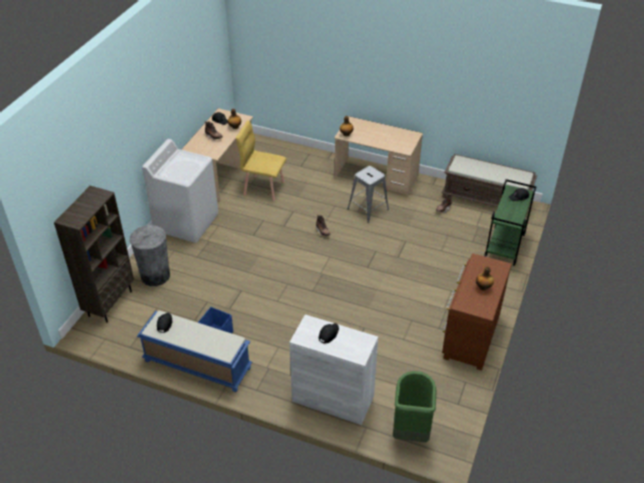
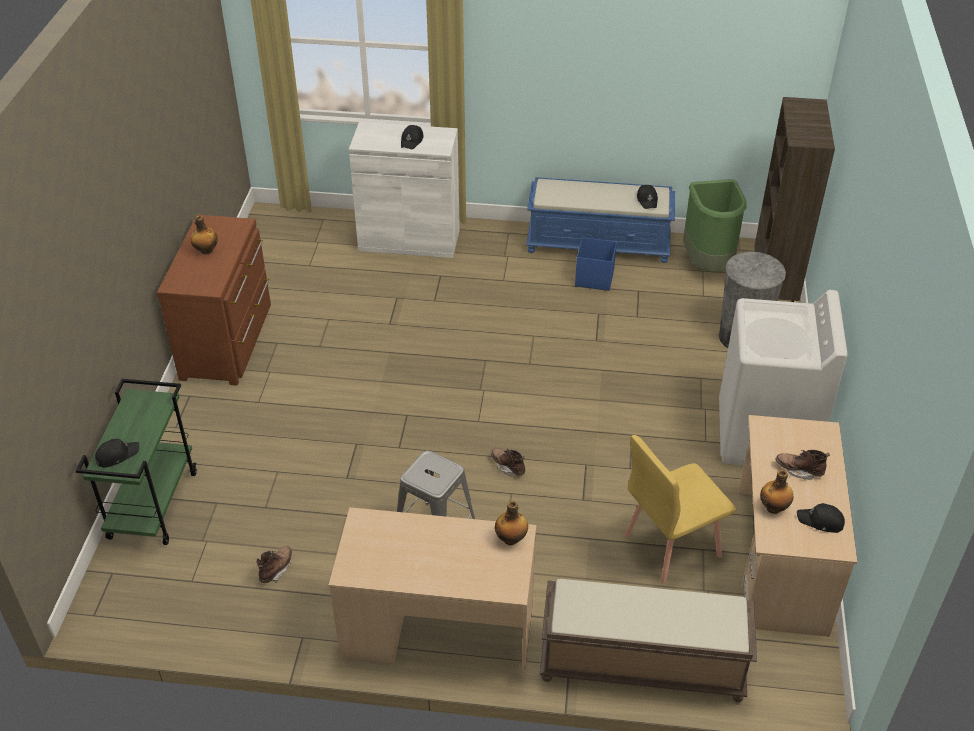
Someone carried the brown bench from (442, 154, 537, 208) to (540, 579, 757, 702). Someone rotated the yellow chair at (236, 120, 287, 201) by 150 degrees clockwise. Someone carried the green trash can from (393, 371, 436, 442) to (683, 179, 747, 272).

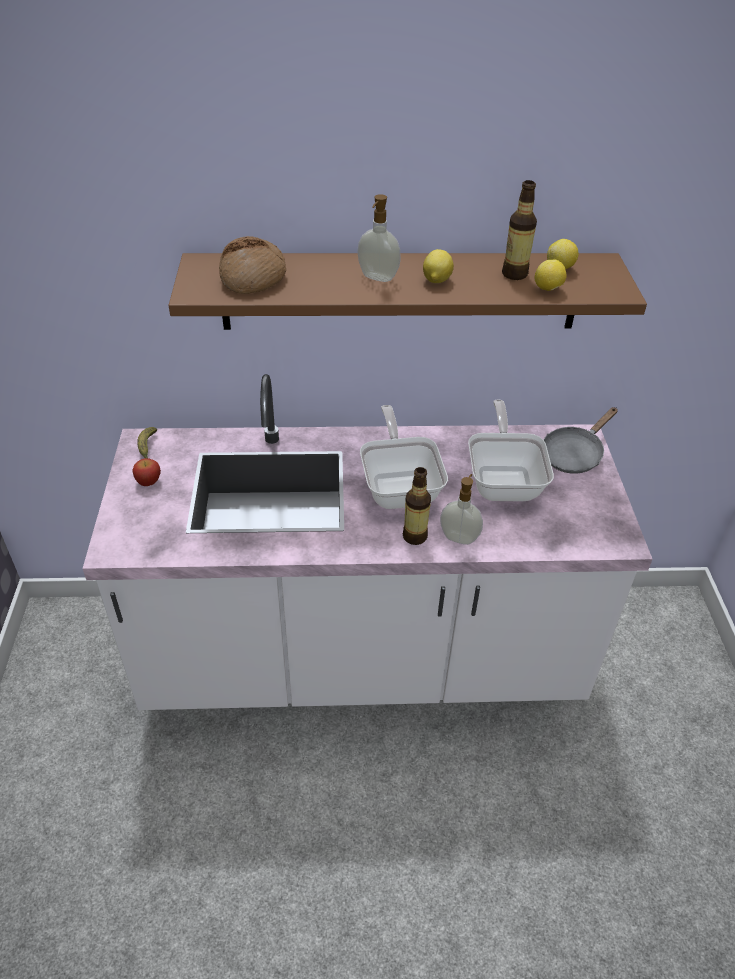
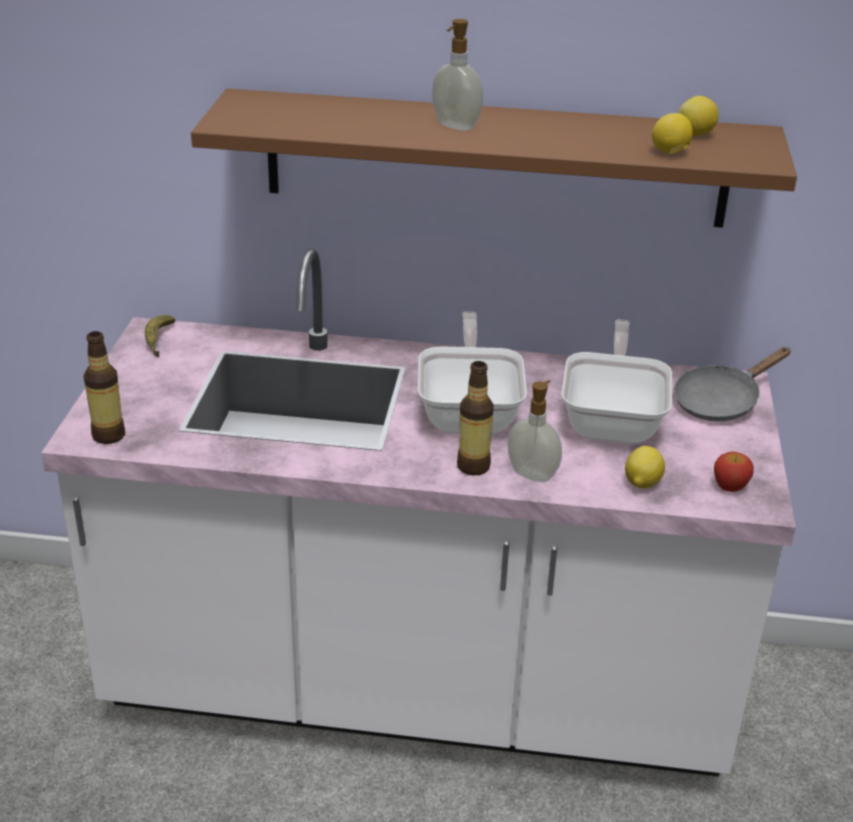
Someone carried the bottle from (502, 180, 537, 280) to (84, 331, 125, 444). Someone carried the lemon from (423, 249, 454, 283) to (625, 446, 665, 488). Someone carried the apple from (132, 458, 161, 486) to (714, 452, 754, 492). Someone took away the bread at (219, 236, 286, 294).

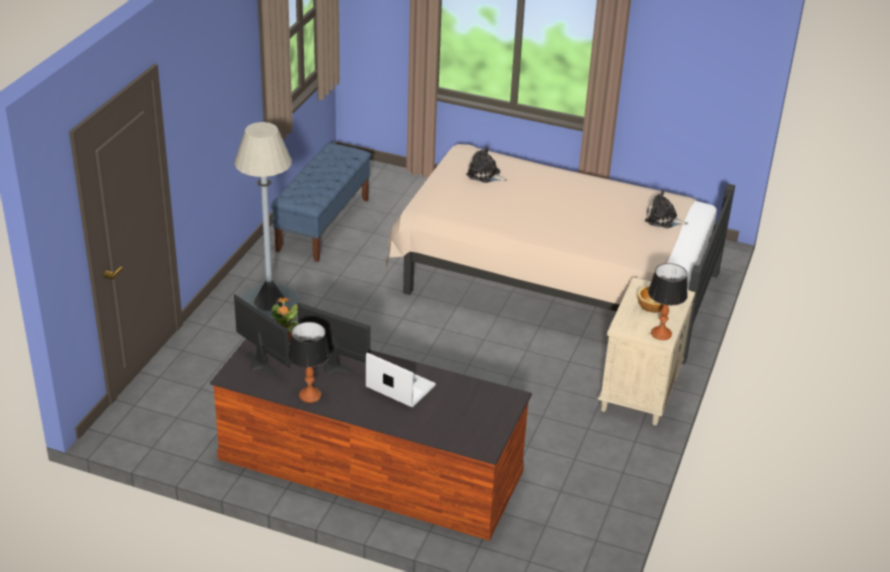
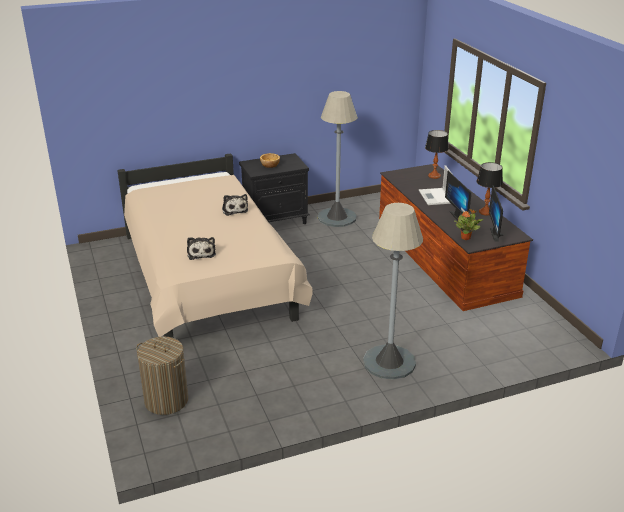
Someone put down the laundry basket at (136, 337, 188, 415). Someone carried the plush toy from (645, 189, 688, 228) to (222, 194, 248, 216). Someone repainted the beige nightstand at (598, 277, 695, 426), which became the black nightstand at (239, 153, 310, 224). Someone put down the grey floor lamp at (318, 91, 357, 227). Someone carried the table lamp from (648, 263, 688, 340) to (425, 130, 449, 179). Someone took away the blue bench at (271, 143, 371, 262).

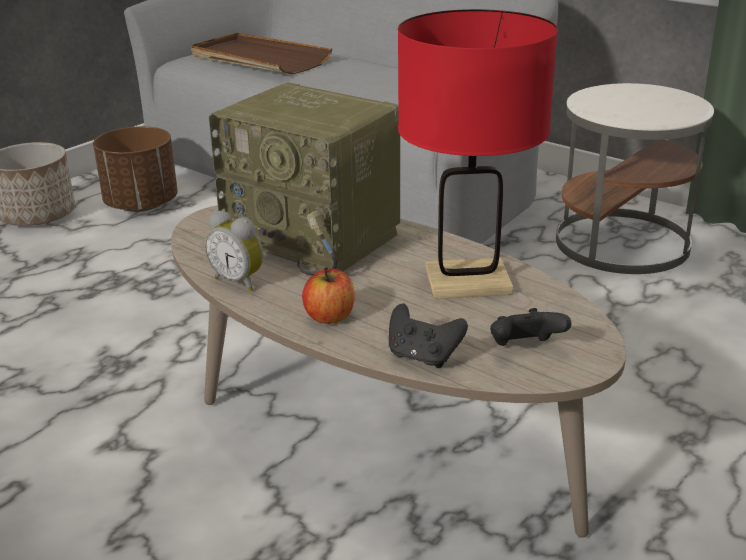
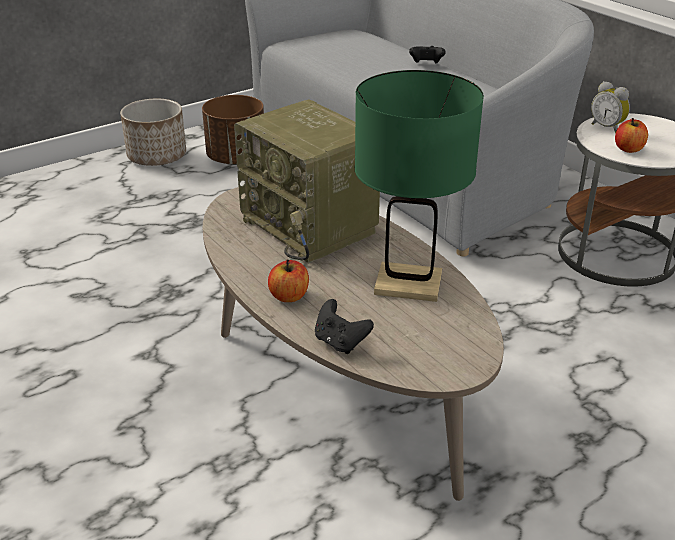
Someone repainted the red table lamp at (398, 9, 558, 299), which became the green table lamp at (355, 70, 484, 302). Someone carried the black game controller from (490, 308, 571, 346) to (409, 46, 446, 63). Someone carried the alarm clock from (205, 210, 263, 291) to (591, 81, 630, 133). Someone put down the apple at (615, 118, 648, 153). Someone took away the brown tray at (191, 33, 332, 74).

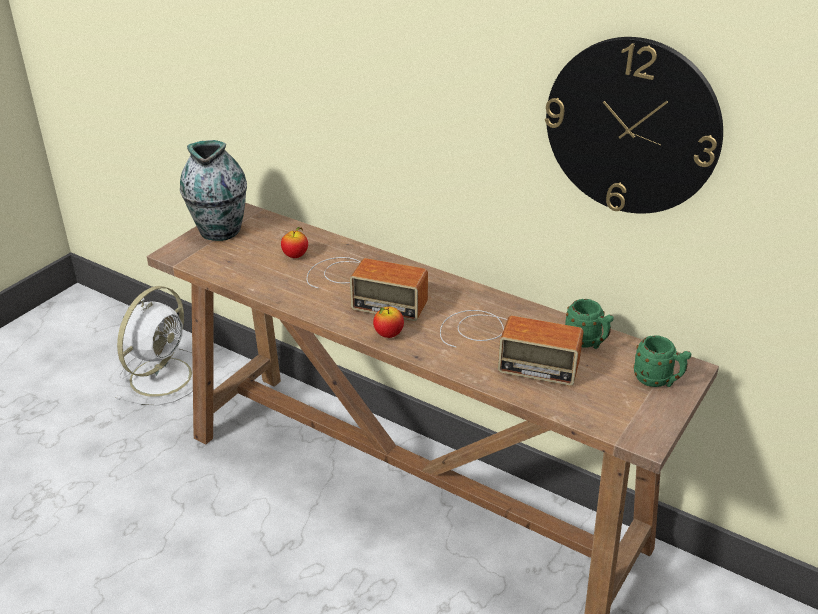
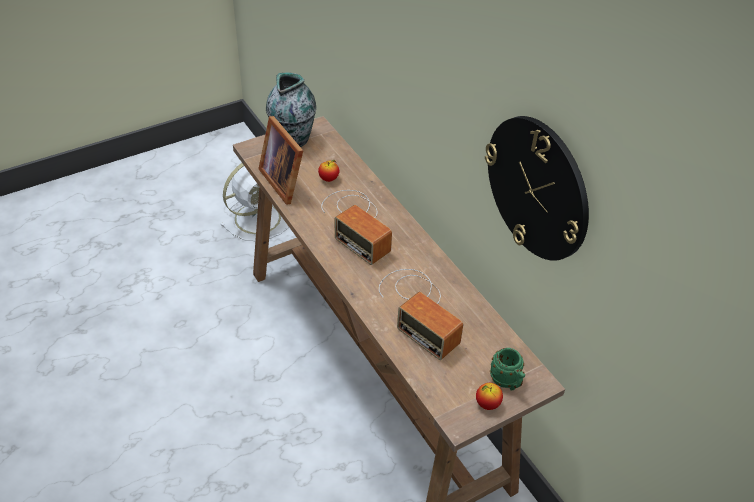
Someone put down the picture frame at (258, 116, 303, 205). Someone carried the apple from (373, 307, 404, 338) to (476, 383, 503, 410). Someone took away the green mug at (565, 299, 614, 349).

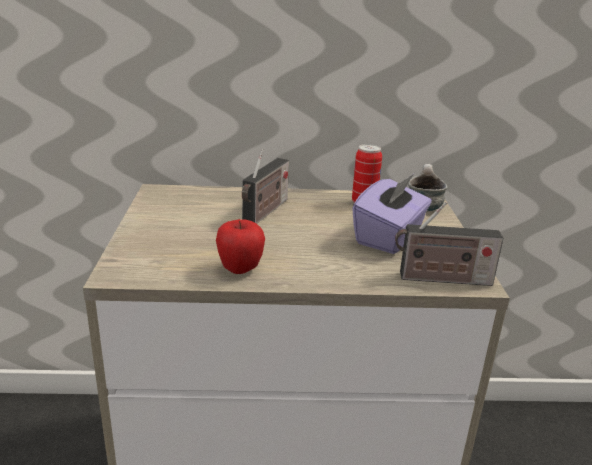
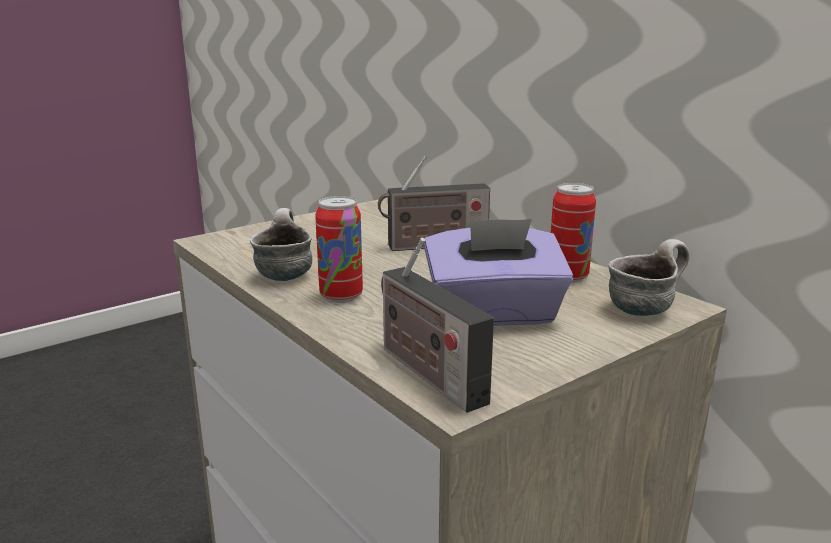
Someone swapped the apple at (216, 219, 265, 274) for the mug at (250, 208, 312, 281). Someone put down the can at (315, 196, 363, 303).

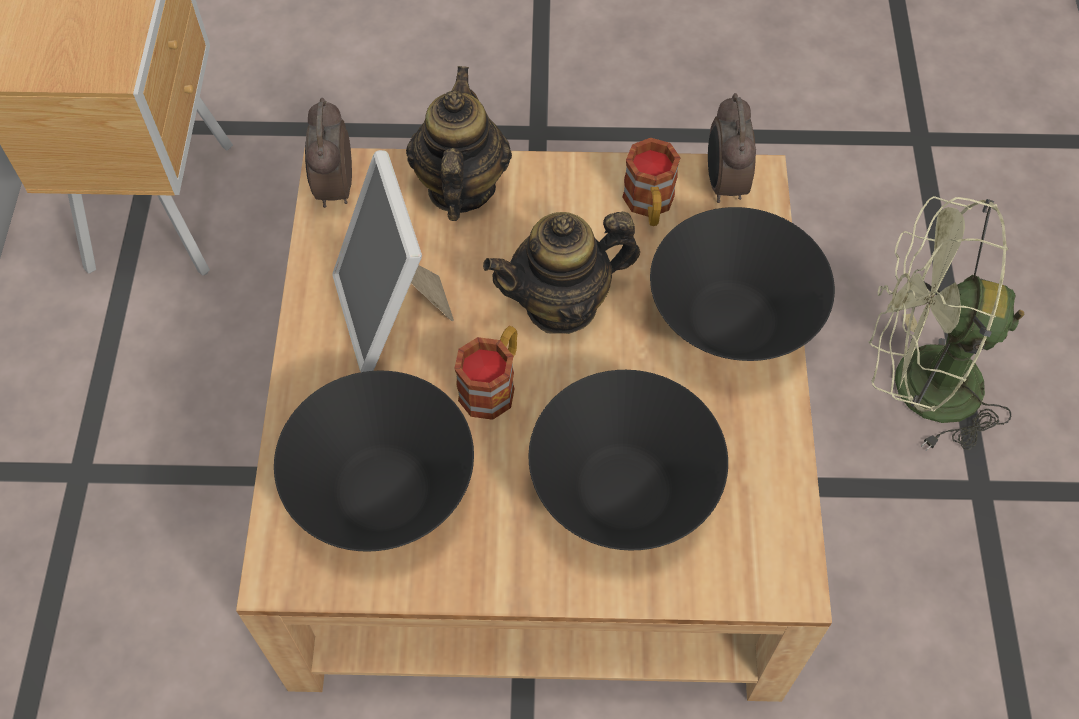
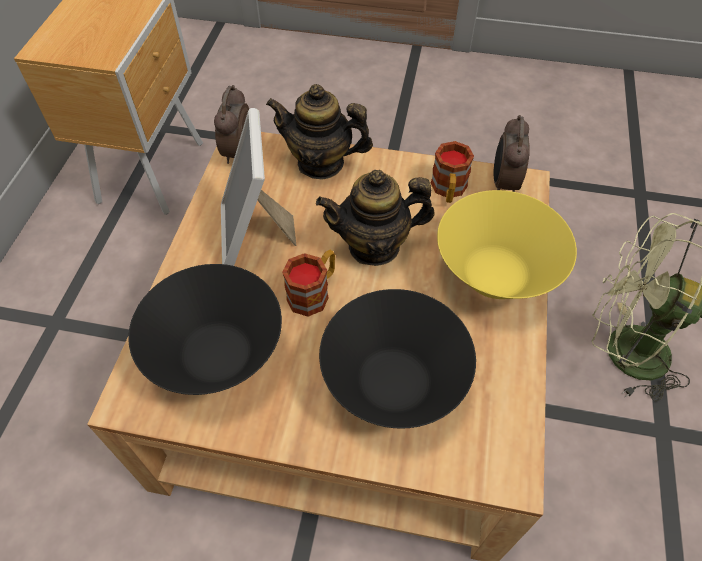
Someone rotated the teapot at (406, 66, 512, 221) by 90 degrees counterclockwise. Someone repainted the black bowl at (650, 207, 835, 361), which became the yellow bowl at (437, 190, 577, 299).

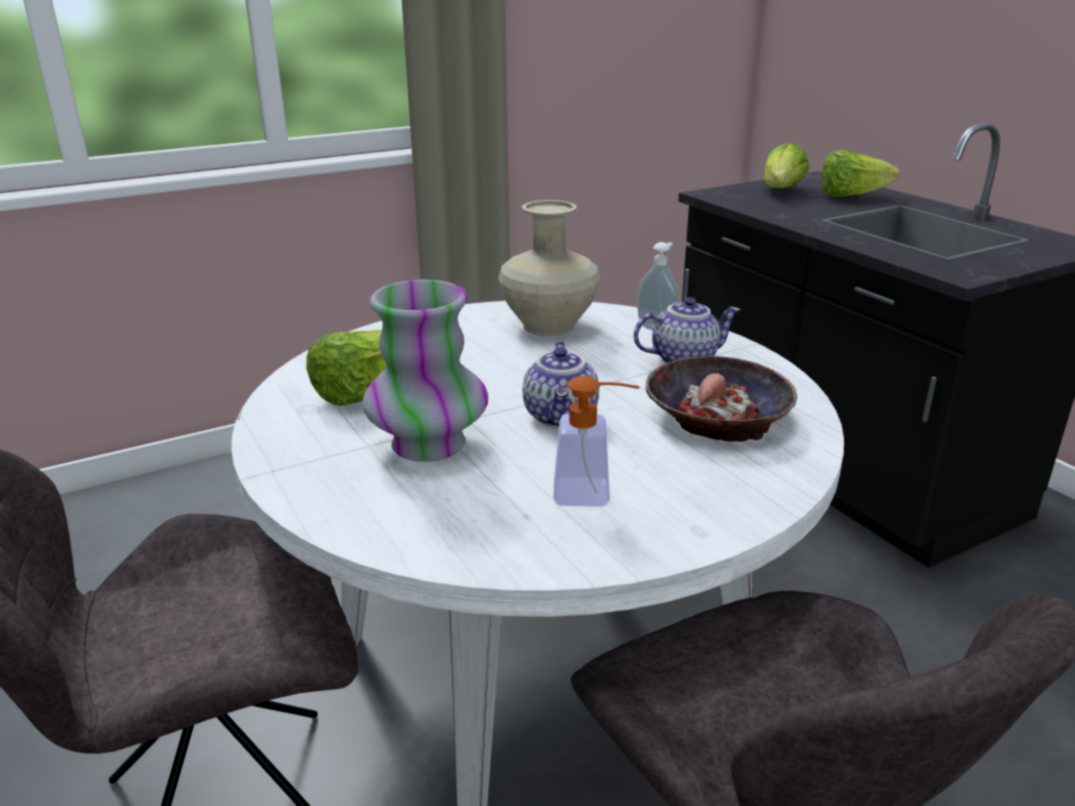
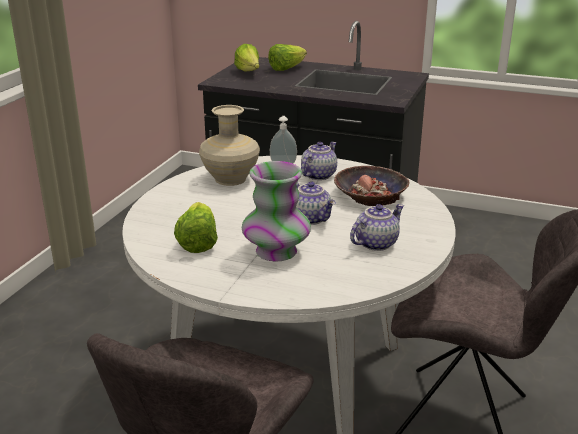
Someone swapped the soap dispenser at (553, 376, 640, 507) for the teapot at (350, 204, 404, 251).

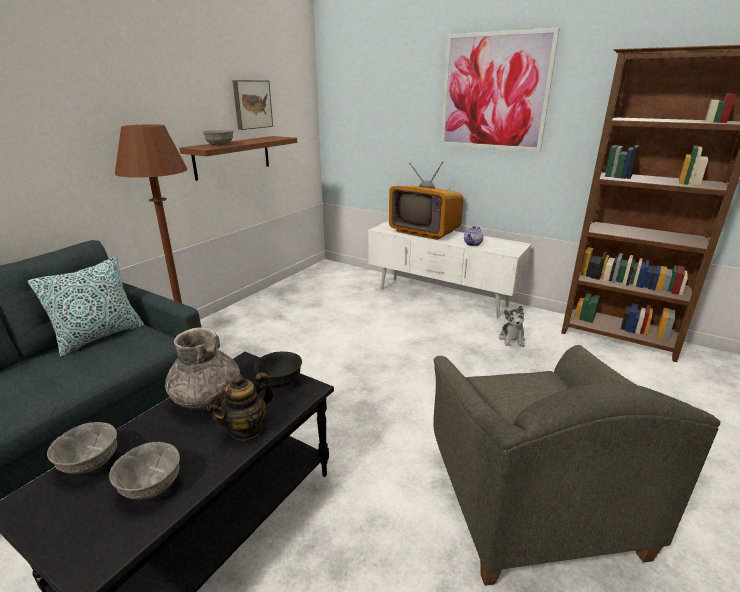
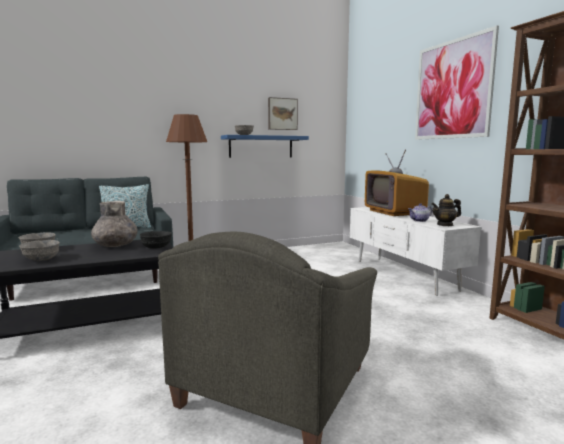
Someone repainted the brown shelf at (179, 136, 297, 181), which became the blue shelf at (221, 135, 309, 158). Someone carried the teapot from (207, 372, 274, 441) to (431, 194, 461, 226). Someone took away the plush toy at (499, 305, 525, 347).

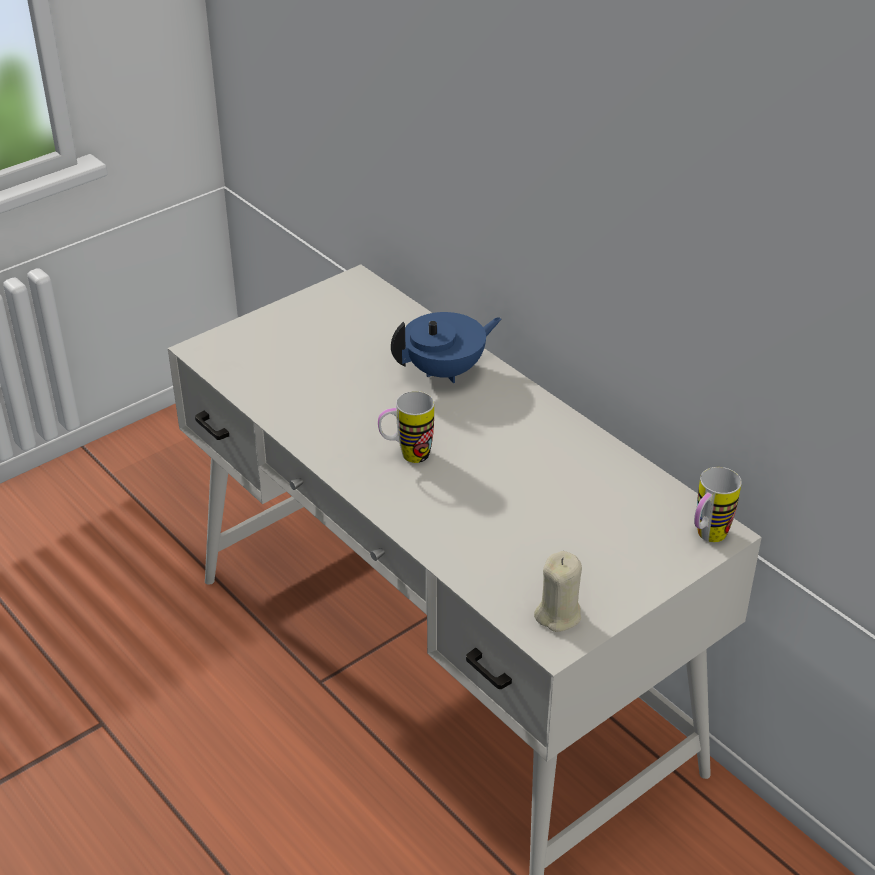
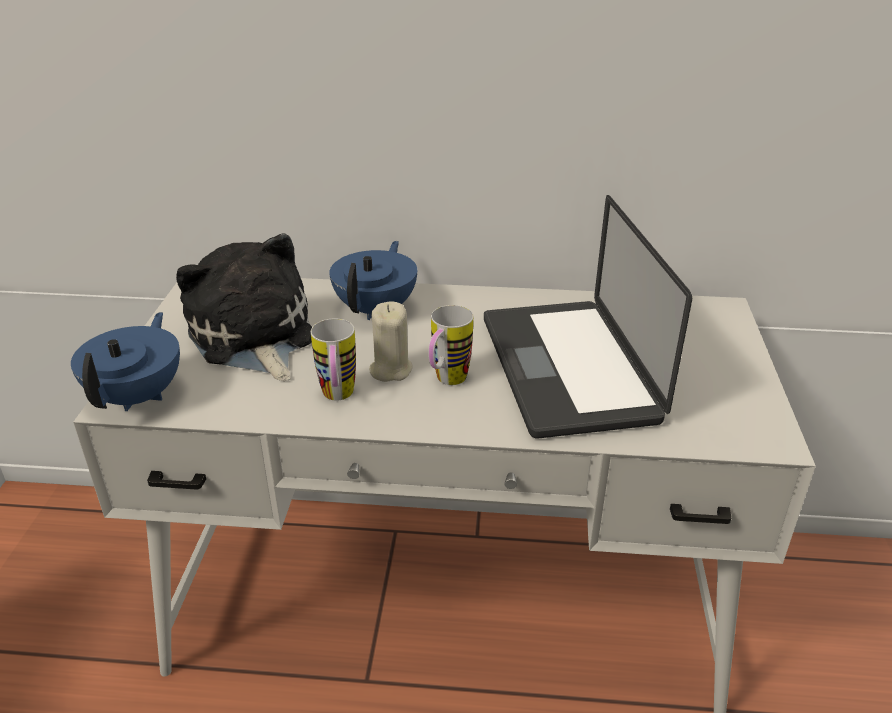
Someone put down the blue teapot at (71, 312, 180, 411). Someone put down the plush toy at (176, 233, 312, 381). Someone carried the mug from (694, 467, 742, 542) to (311, 319, 356, 401). Someone carried the beige candle from (534, 551, 582, 632) to (369, 301, 413, 382). Someone put down the laptop at (484, 195, 692, 439).

